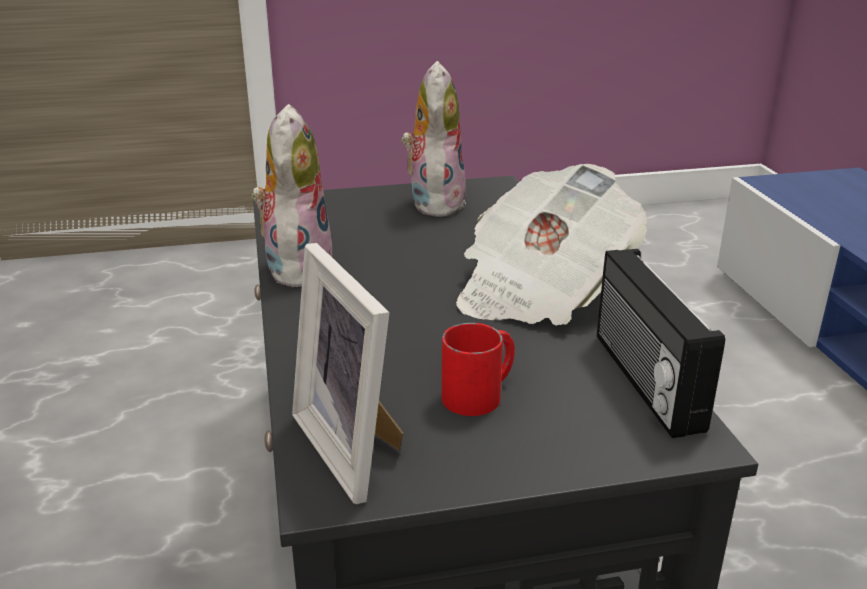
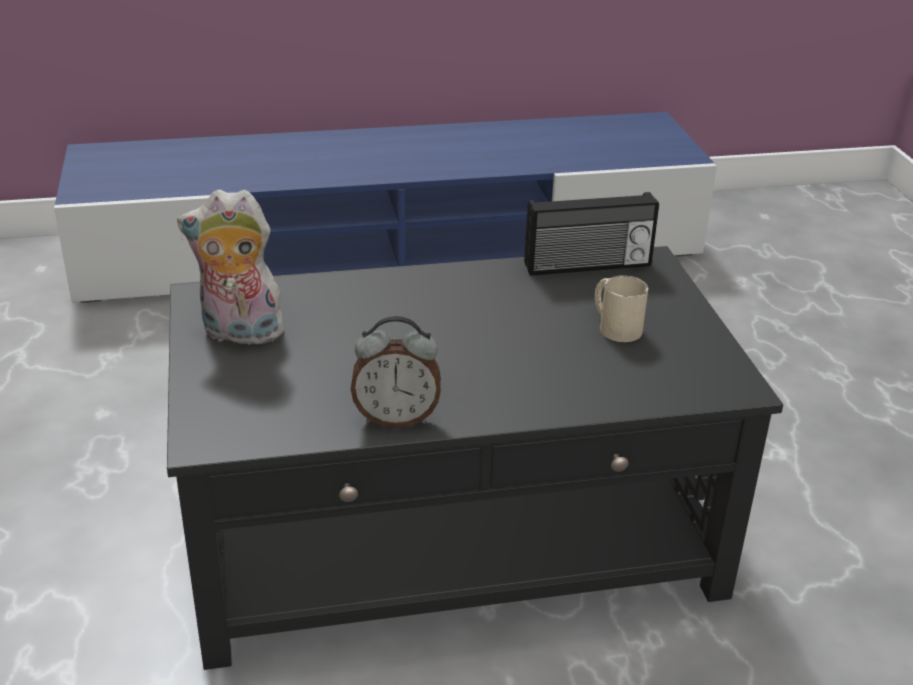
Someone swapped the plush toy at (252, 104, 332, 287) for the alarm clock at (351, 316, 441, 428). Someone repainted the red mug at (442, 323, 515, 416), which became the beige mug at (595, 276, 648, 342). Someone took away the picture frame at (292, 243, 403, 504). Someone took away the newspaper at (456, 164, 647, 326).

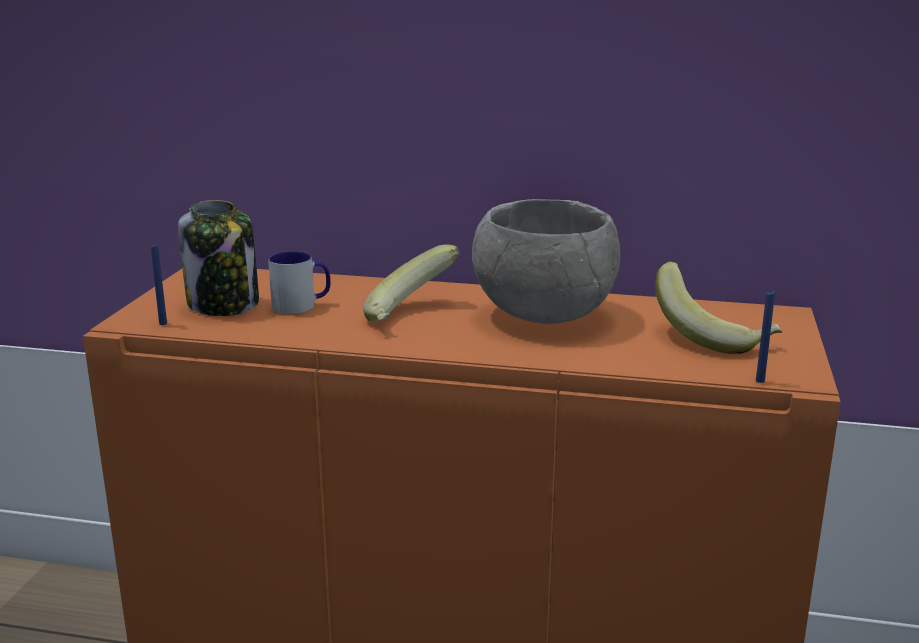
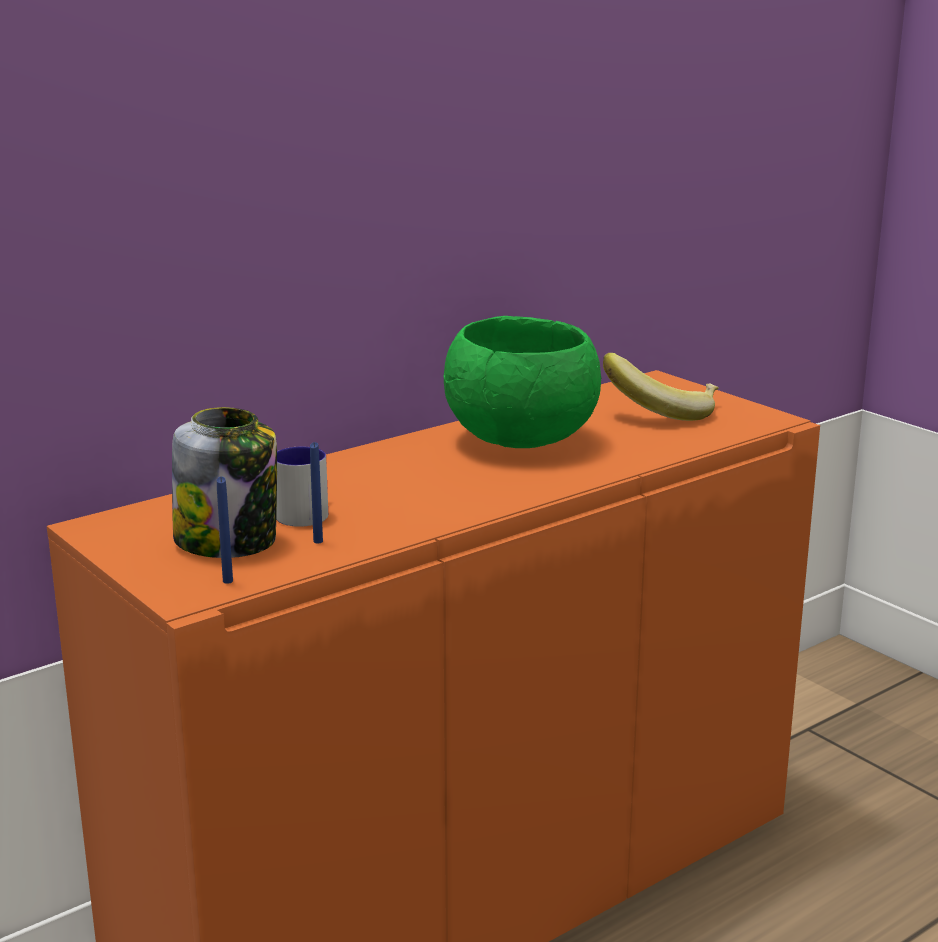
Someone carried the blue candle from (756, 290, 775, 383) to (310, 442, 323, 543). Someone repainted the grey bowl at (472, 199, 620, 324), which became the green bowl at (444, 316, 601, 448). Someone took away the banana at (363, 244, 460, 322).

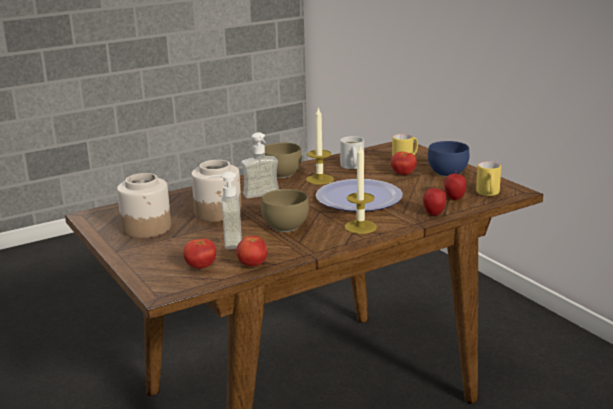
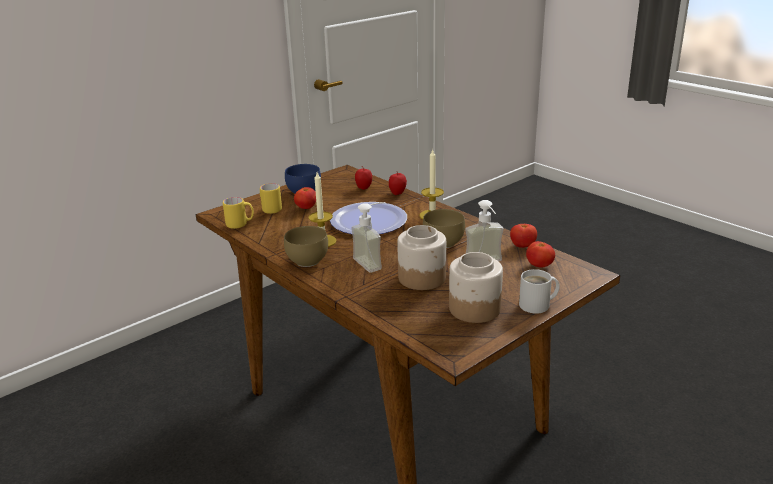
Someone carried the yellow mug from (476, 161, 501, 196) to (223, 197, 254, 229). Someone carried the white mug from (340, 136, 364, 169) to (519, 269, 560, 314).

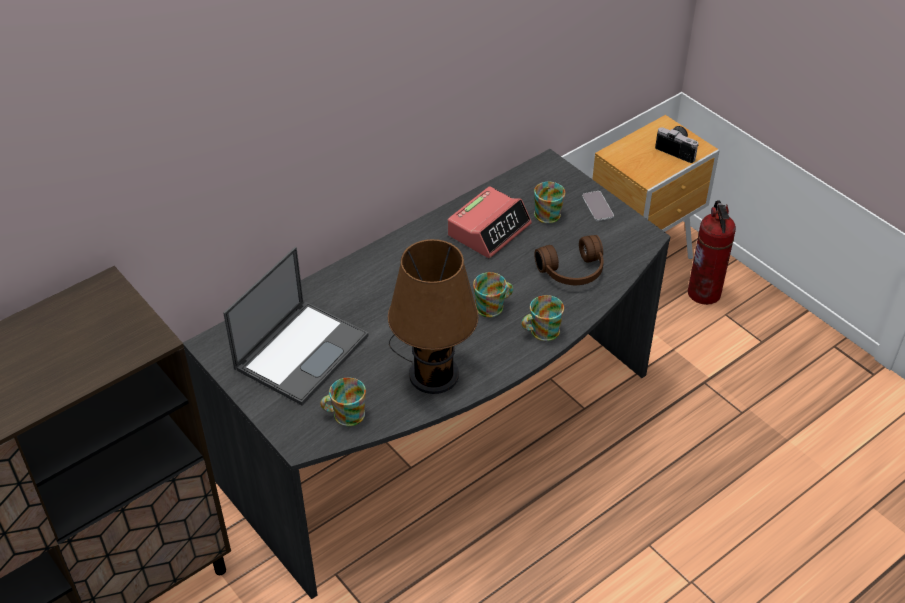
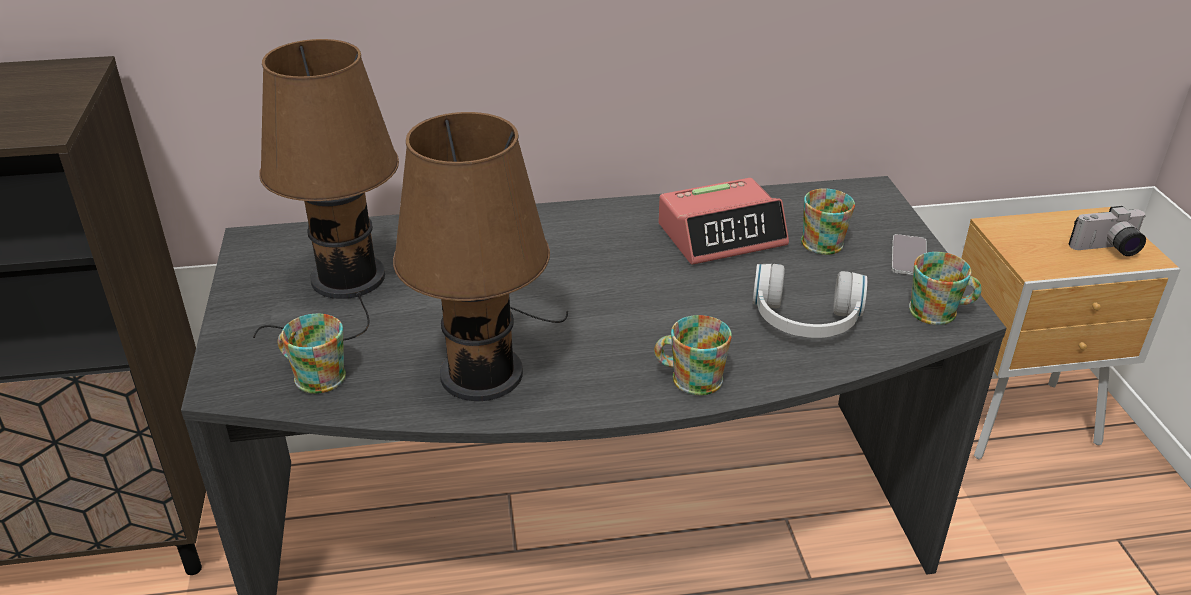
Someone swapped the laptop at (223, 247, 368, 405) for the brown table lamp at (253, 39, 399, 341). Someone repainted the brown headphones at (534, 235, 604, 285), which became the white headphones at (753, 264, 867, 338). Someone carried the mug from (473, 272, 513, 317) to (909, 252, 982, 325). Someone rotated the photo camera at (655, 126, 699, 163) by 105 degrees clockwise. Someone took away the fire extinguisher at (688, 200, 736, 305).

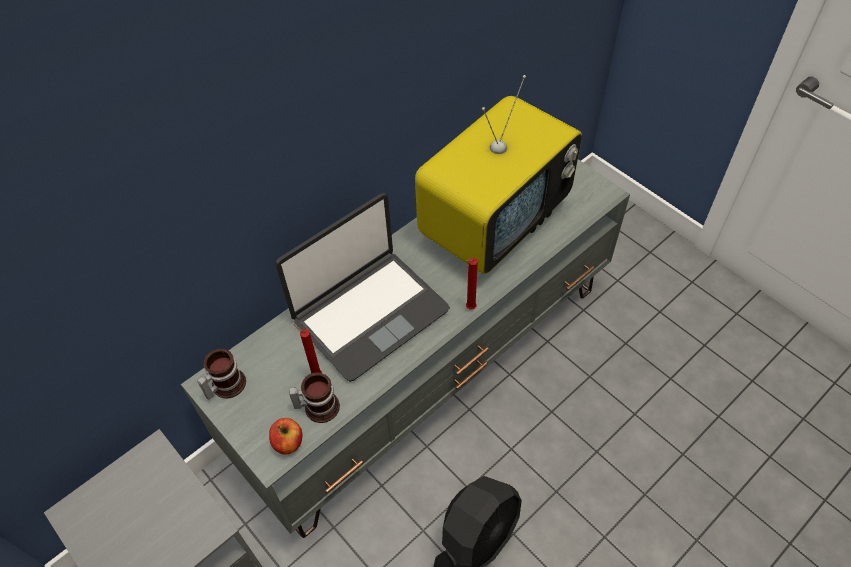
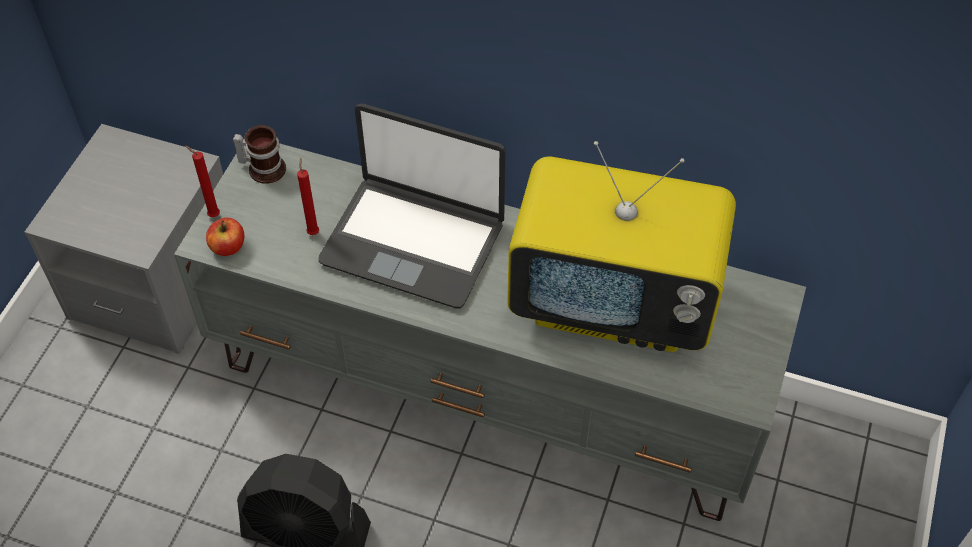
Someone carried the red candle from (466, 258, 478, 310) to (185, 145, 220, 217). Someone took away the mug at (289, 372, 340, 423).

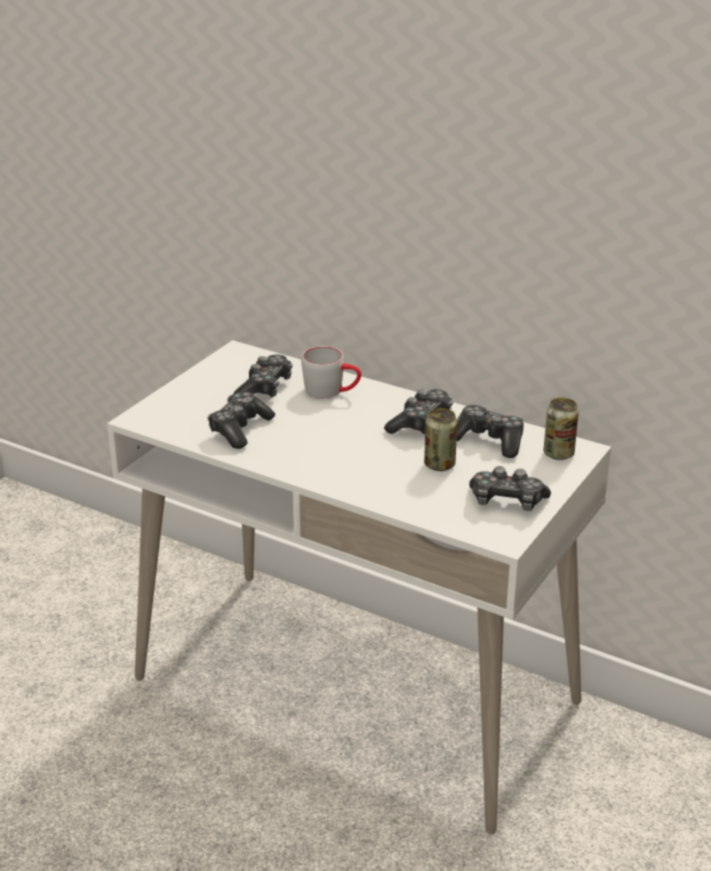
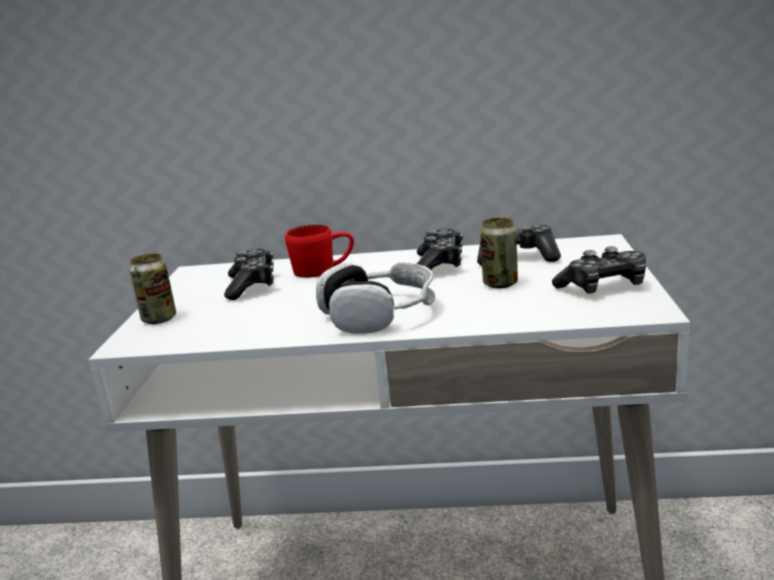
Someone carried the can from (544, 398, 579, 460) to (129, 253, 176, 324). Someone repainted the grey mug at (301, 346, 361, 398), which became the red mug at (285, 224, 354, 278). Someone put down the headphones at (316, 263, 435, 334). Someone took away the game controller at (207, 392, 275, 449).

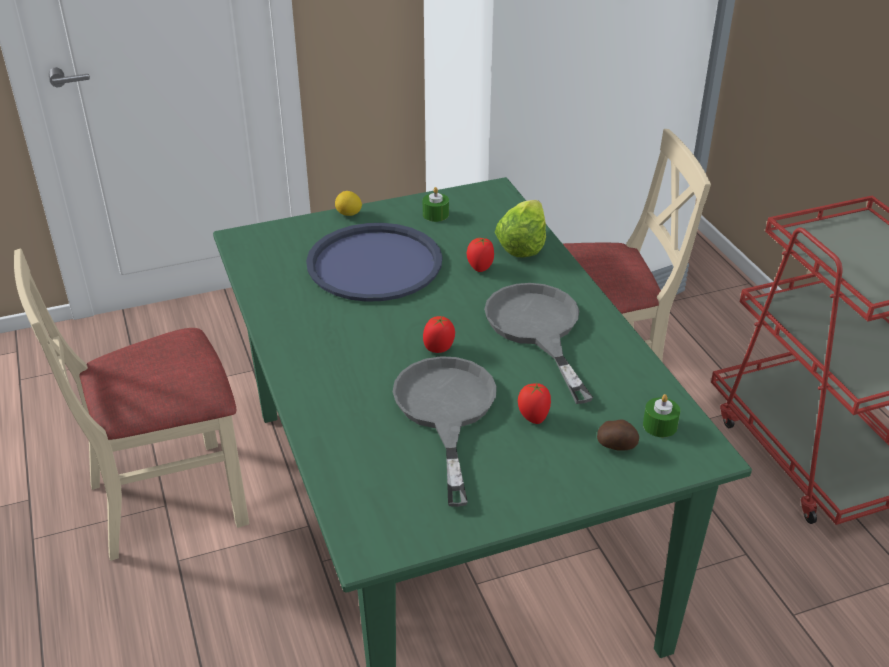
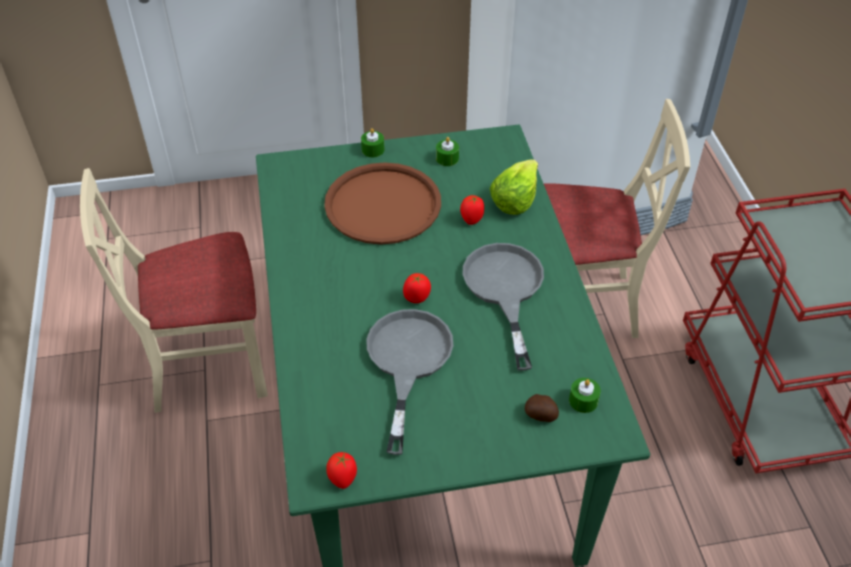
Someone repainted the blue tray at (306, 223, 442, 302), which became the brown tray at (324, 162, 441, 245). Someone carried the tomato from (518, 382, 551, 424) to (326, 452, 357, 489). Someone swapped the lemon at (335, 191, 362, 216) for the green candle at (361, 128, 384, 157).

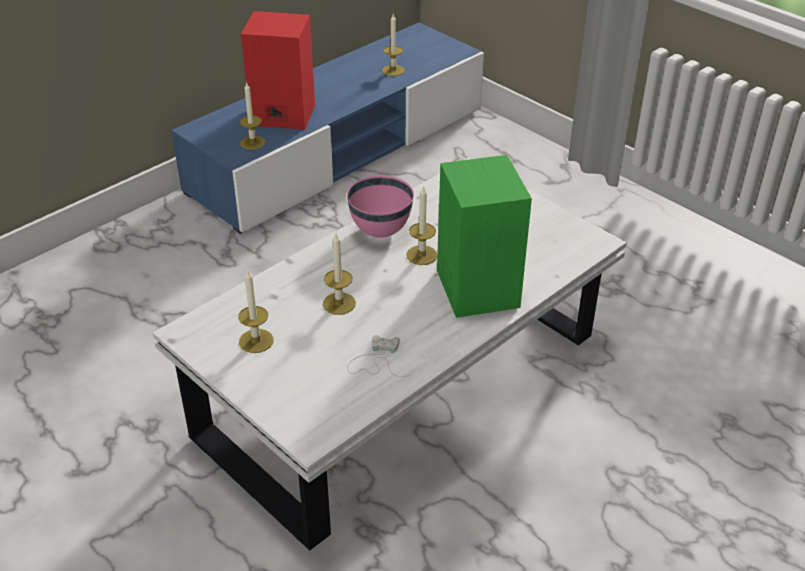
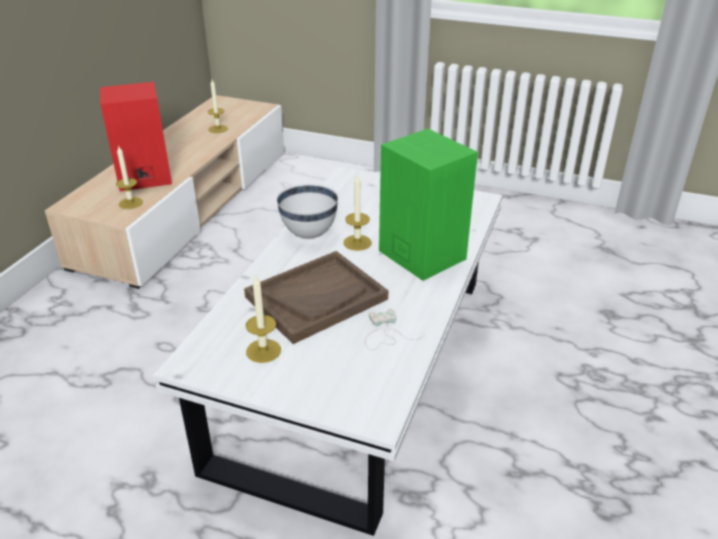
Someone repainted the blue tv stand at (171, 23, 484, 234), which became the beige tv stand at (45, 95, 284, 289). Someone swapped the candle at (323, 234, 356, 315) for the brown tray at (244, 251, 388, 344). Someone repainted the pink bowl at (347, 175, 414, 238), which became the white bowl at (277, 183, 338, 239).

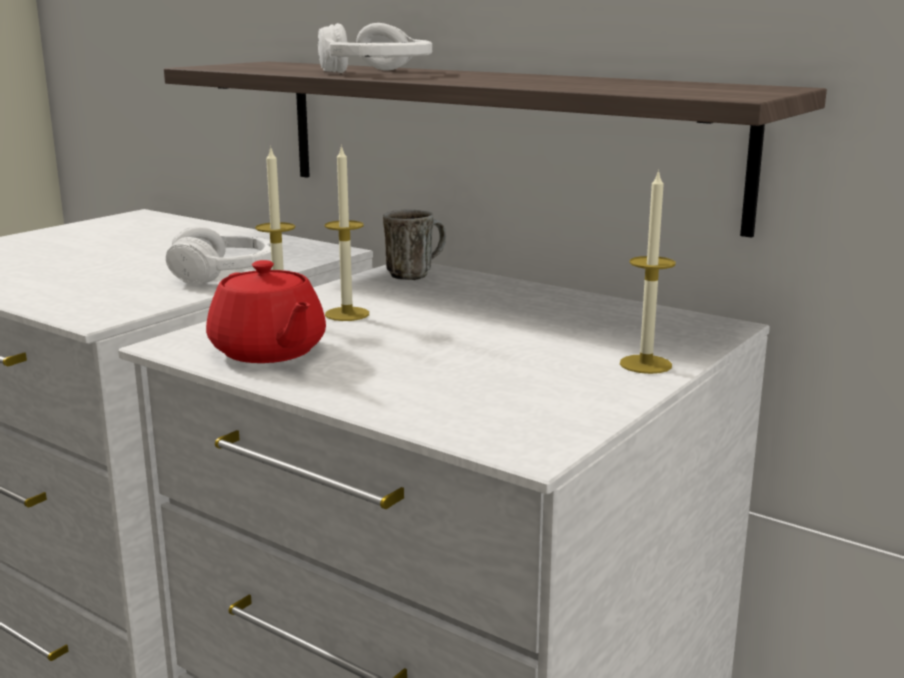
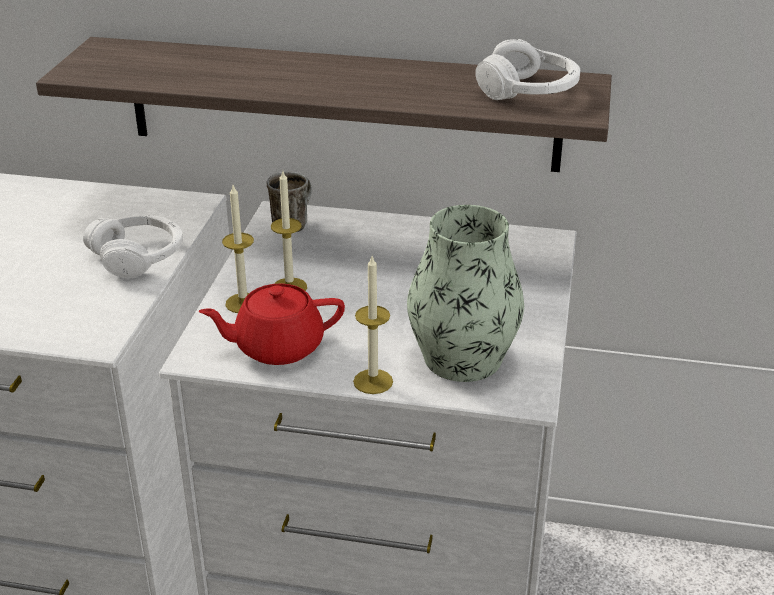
Someone rotated the red teapot at (206, 260, 326, 363) by 135 degrees clockwise. Someone carried the candle from (620, 169, 676, 374) to (353, 256, 393, 394). Someone put down the vase at (407, 205, 524, 382). Someone carried the white headphones from (318, 23, 432, 73) to (475, 39, 580, 100).

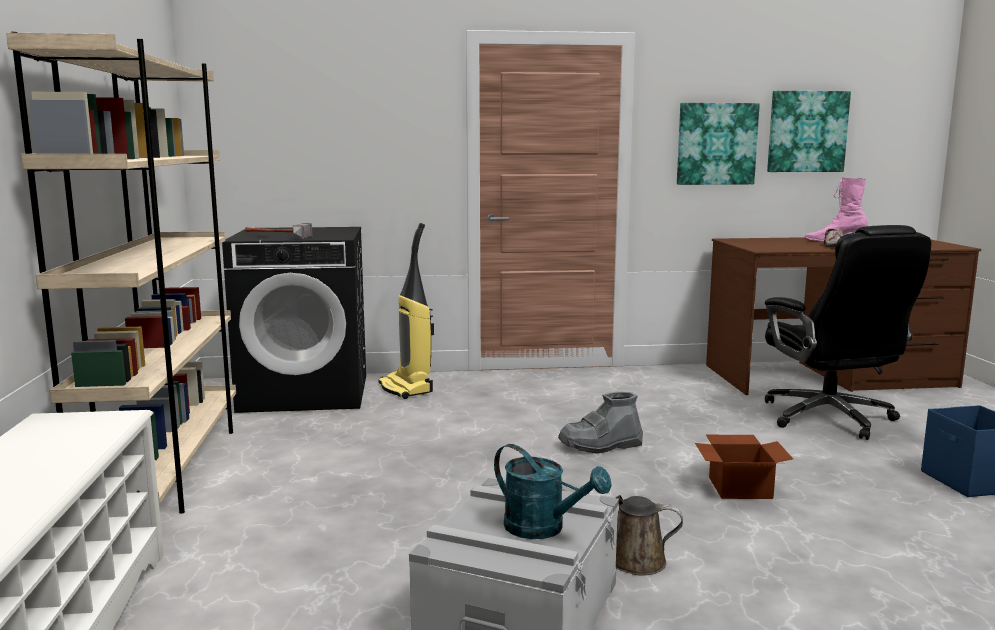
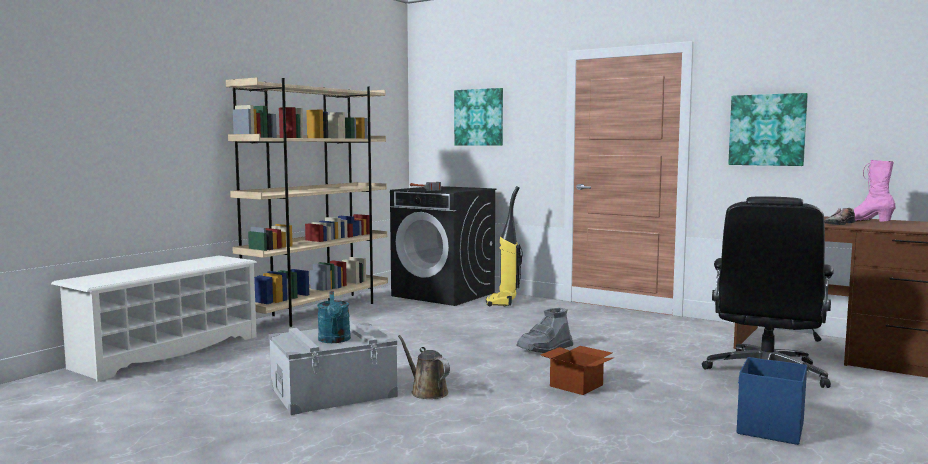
Someone carried the picture from (767, 91, 851, 172) to (454, 88, 503, 146). Someone rotated the grey boot at (558, 392, 643, 454) by 60 degrees counterclockwise.

